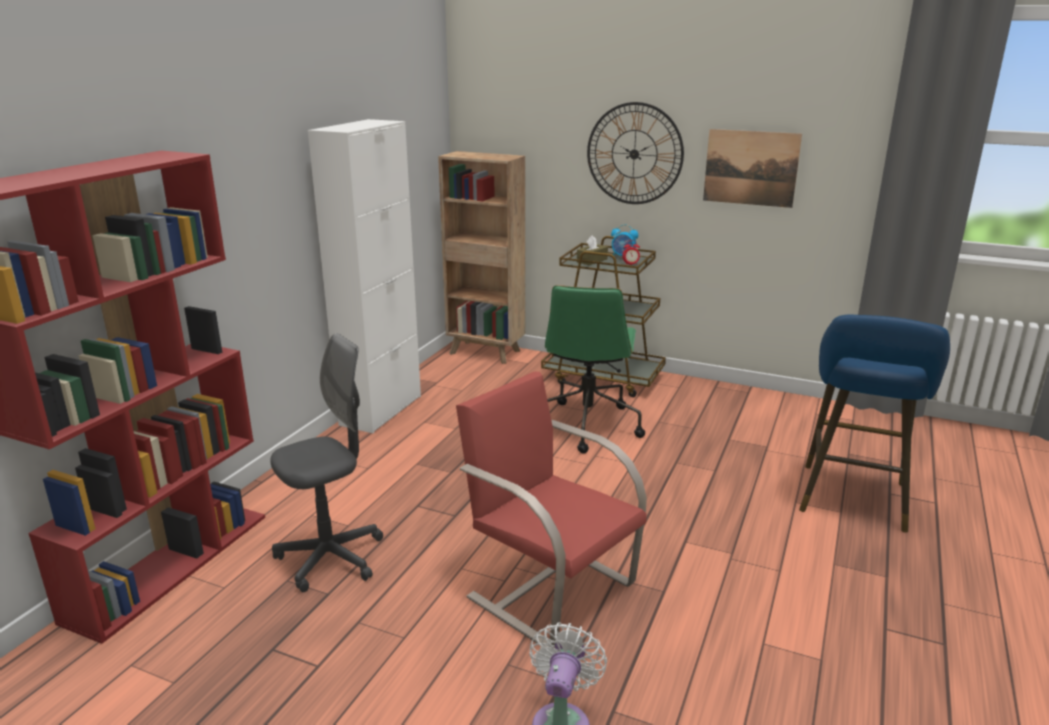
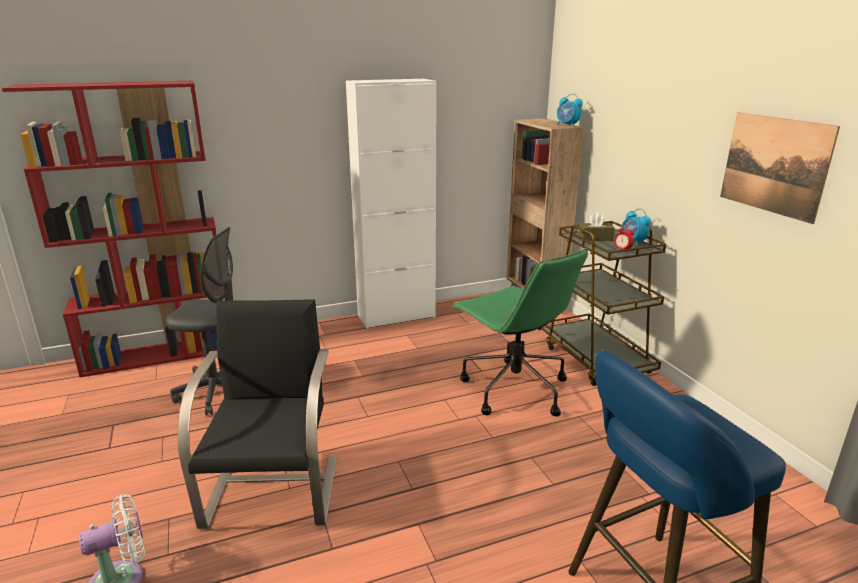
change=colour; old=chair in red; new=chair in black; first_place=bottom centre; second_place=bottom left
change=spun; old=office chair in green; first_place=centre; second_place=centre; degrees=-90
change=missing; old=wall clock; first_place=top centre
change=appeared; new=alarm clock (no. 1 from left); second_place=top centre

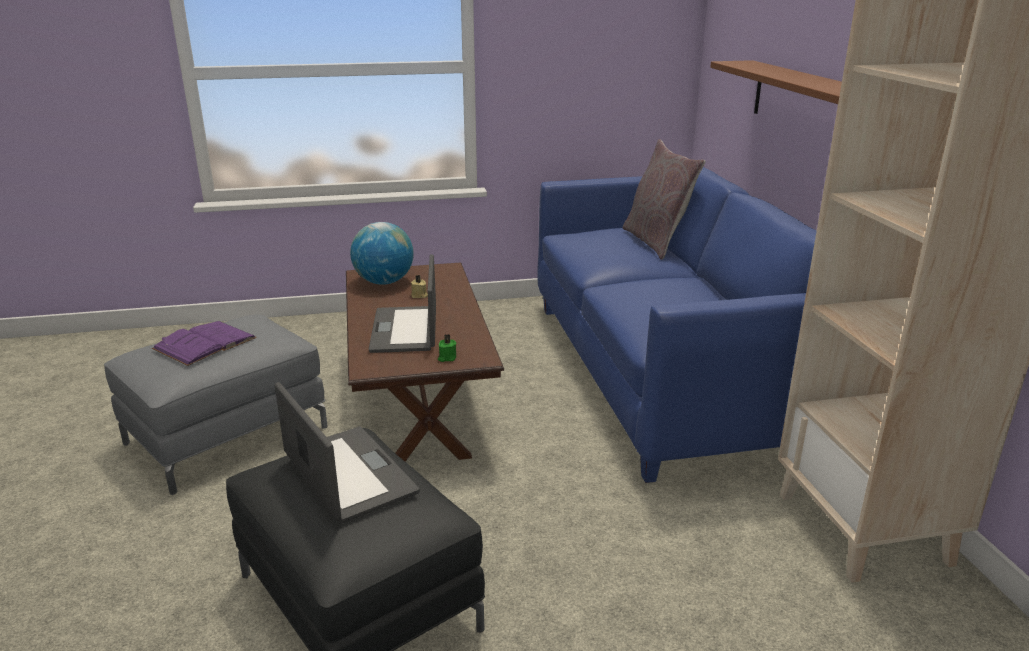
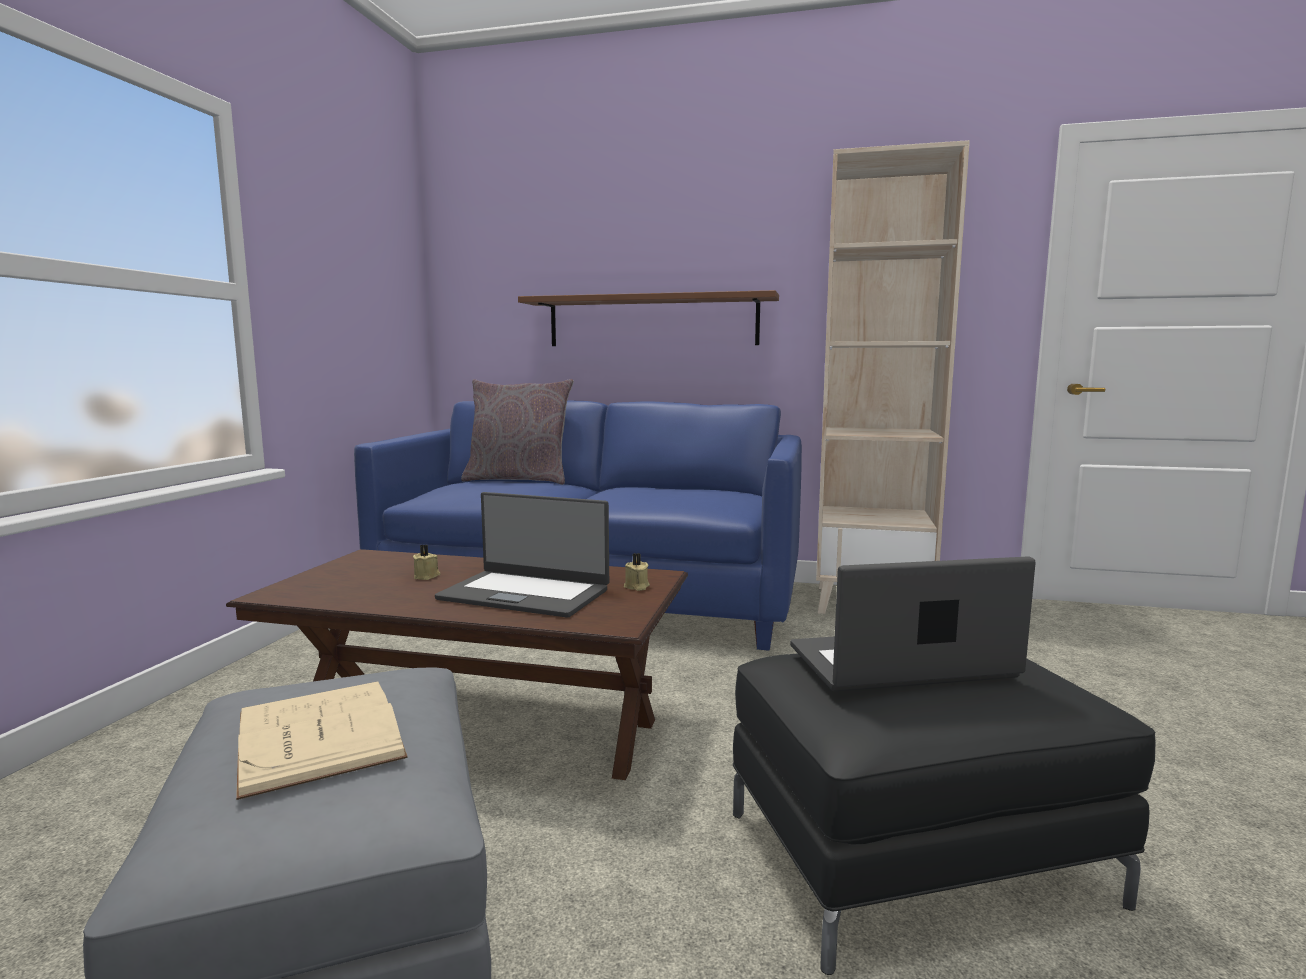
change=colour; old=book in purple; new=book in beige; first_place=middle left; second_place=bottom left
change=missing; old=globe; first_place=centre
change=colour; old=candle in green; new=candle in beige (no. 2 from left); first_place=centre; second_place=centre

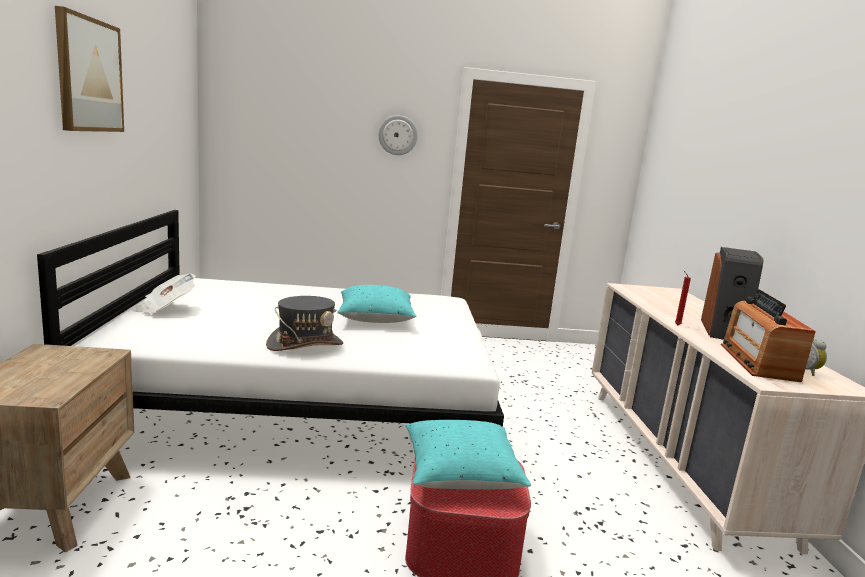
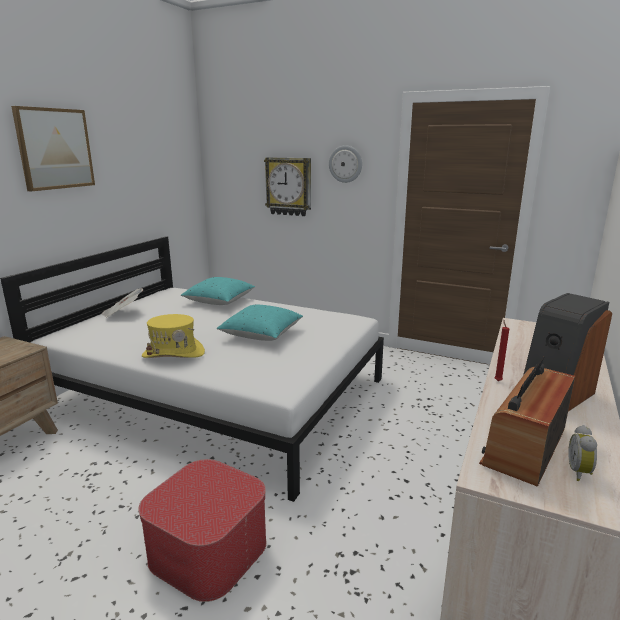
change=colour; old=hat in grey; new=hat in yellow; first_place=centre; second_place=middle left
change=relocated; old=pillow in turquoise (no. 2 from left in the first image); new=pillow in turquoise (no. 1 from left); first_place=bottom centre; second_place=centre
change=appeared; new=wall clock (no. 1 from left); second_place=top centre

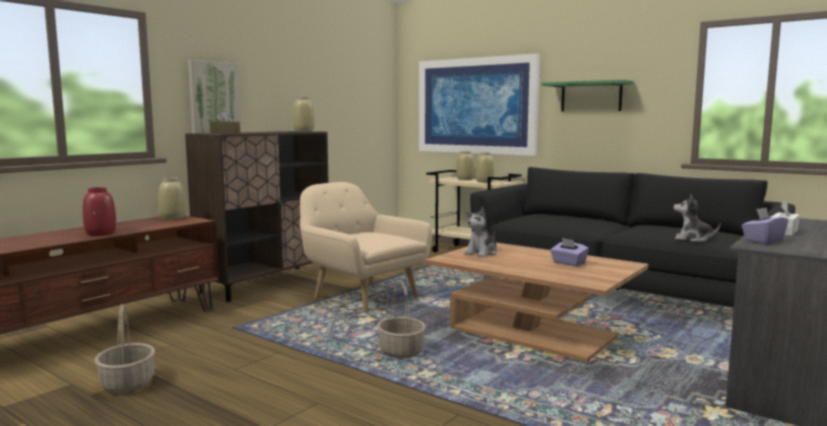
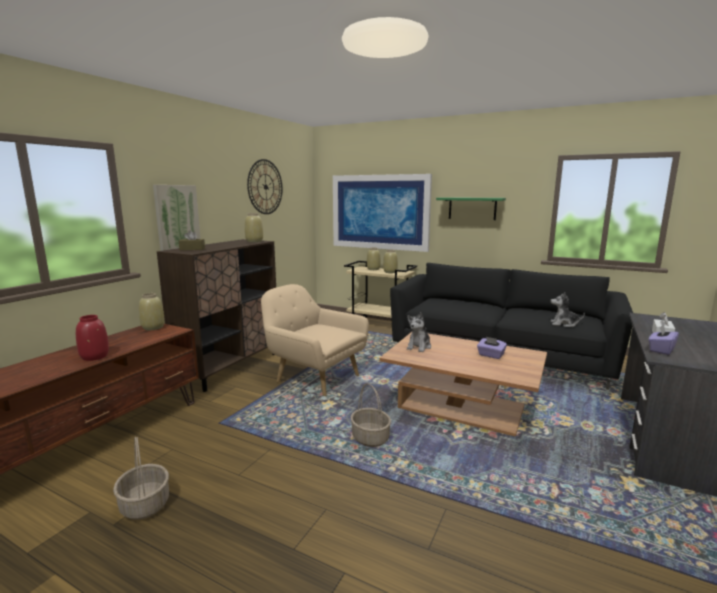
change=appeared; new=wall clock; second_place=top centre

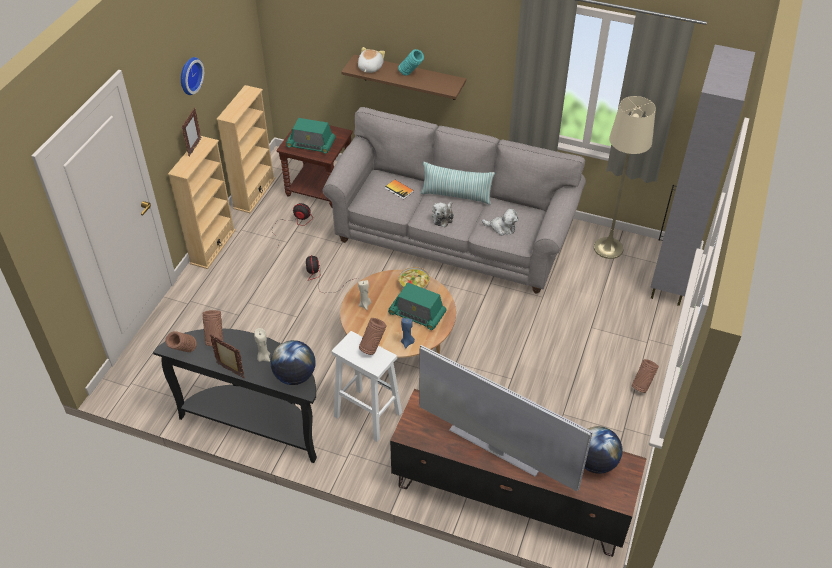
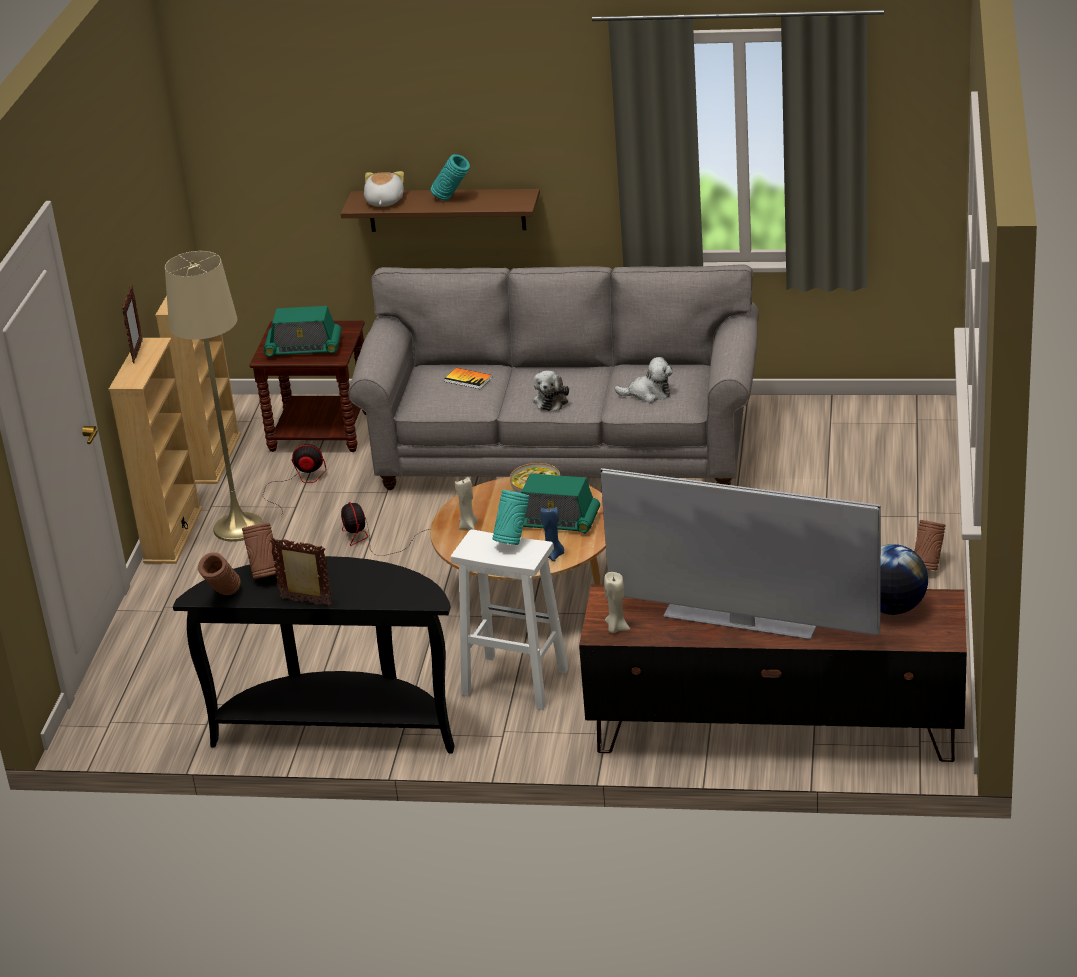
change=missing; old=wall clock; first_place=top left
change=relocated; old=candle in beige (no. 1 from left in the first image); new=candle in beige (no. 2 from left); first_place=middle left; second_place=centre
change=missing; old=globe (no. 1 from left); first_place=centre
change=colour; old=vase in brown (no. 3 from left); new=vase in turquoise (no. 2 from left); first_place=centre; second_place=centre
change=missing; old=pillow; first_place=top centre
change=relocated; old=floor lamp in beige; first_place=top right; second_place=middle left
change=missing; old=cabinet in grey; first_place=top right

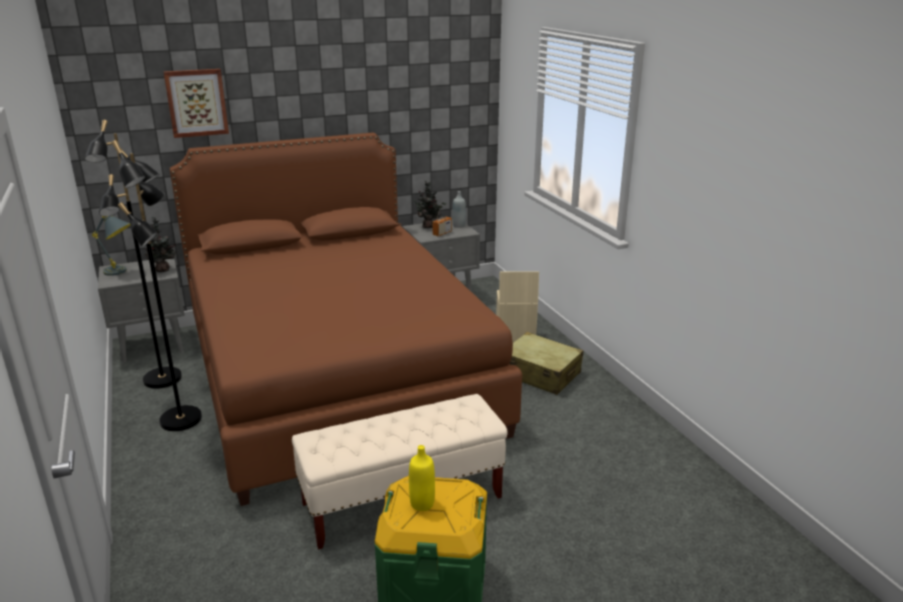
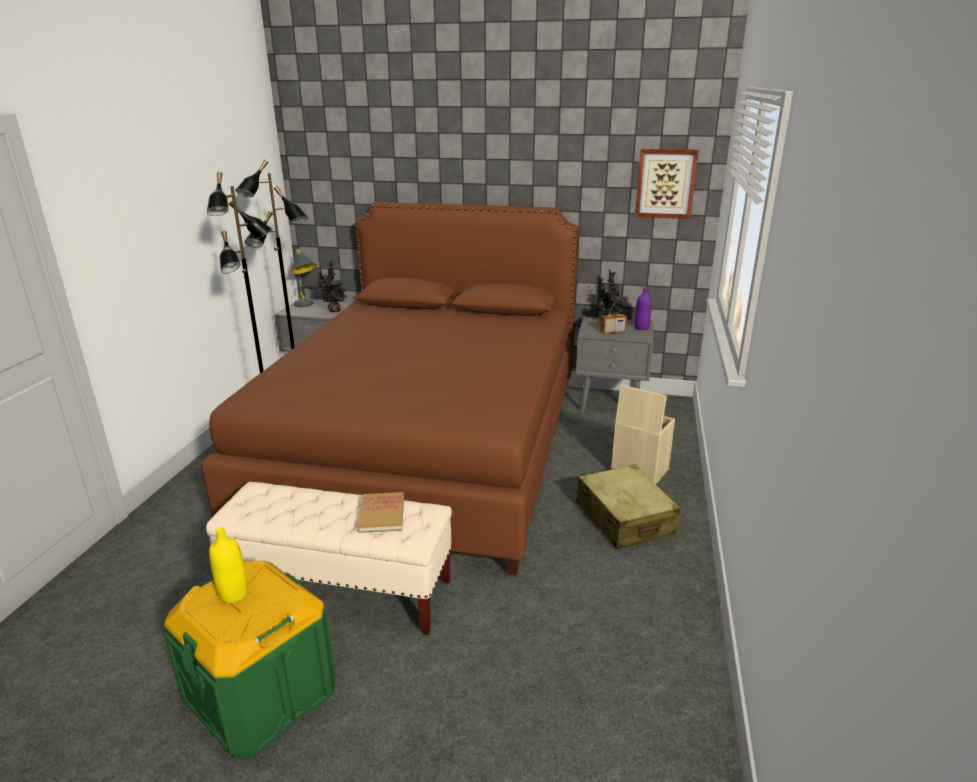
change=relocated; old=picture; first_place=top left; second_place=top right
change=colour; old=bottle in grey; new=bottle in purple; first_place=centre; second_place=centre
change=appeared; new=book; second_place=centre

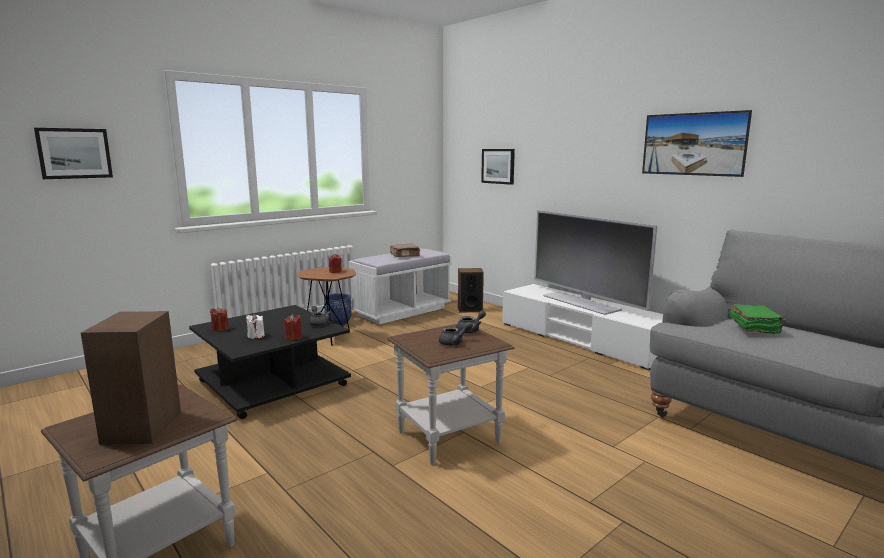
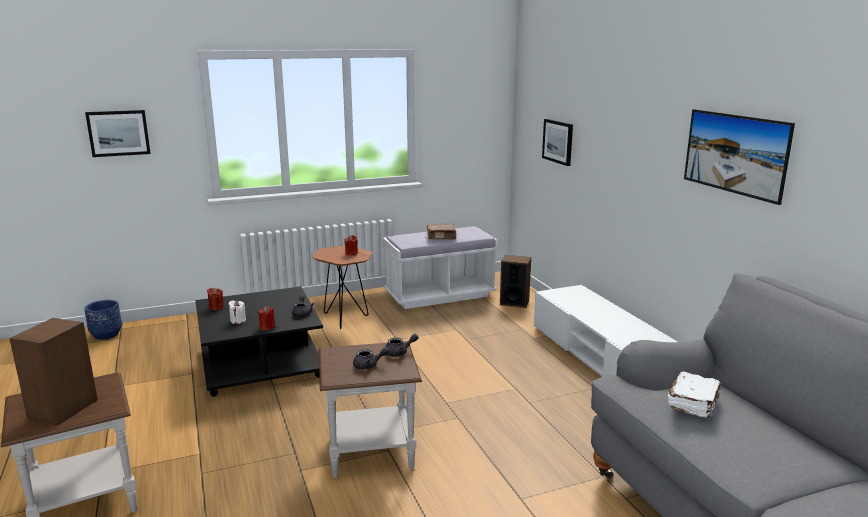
change=relocated; old=planter in blue; first_place=centre; second_place=middle left
change=missing; old=television; first_place=middle right
change=colour; old=book in green; new=book in white; first_place=middle right; second_place=bottom right

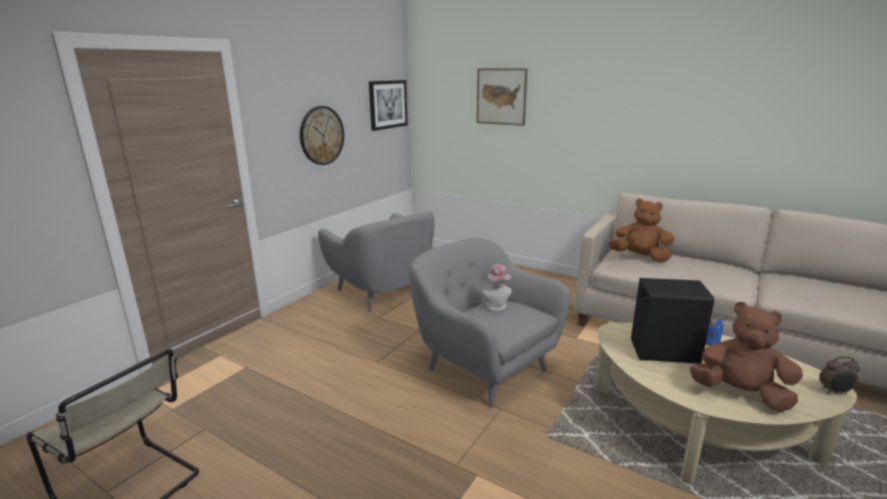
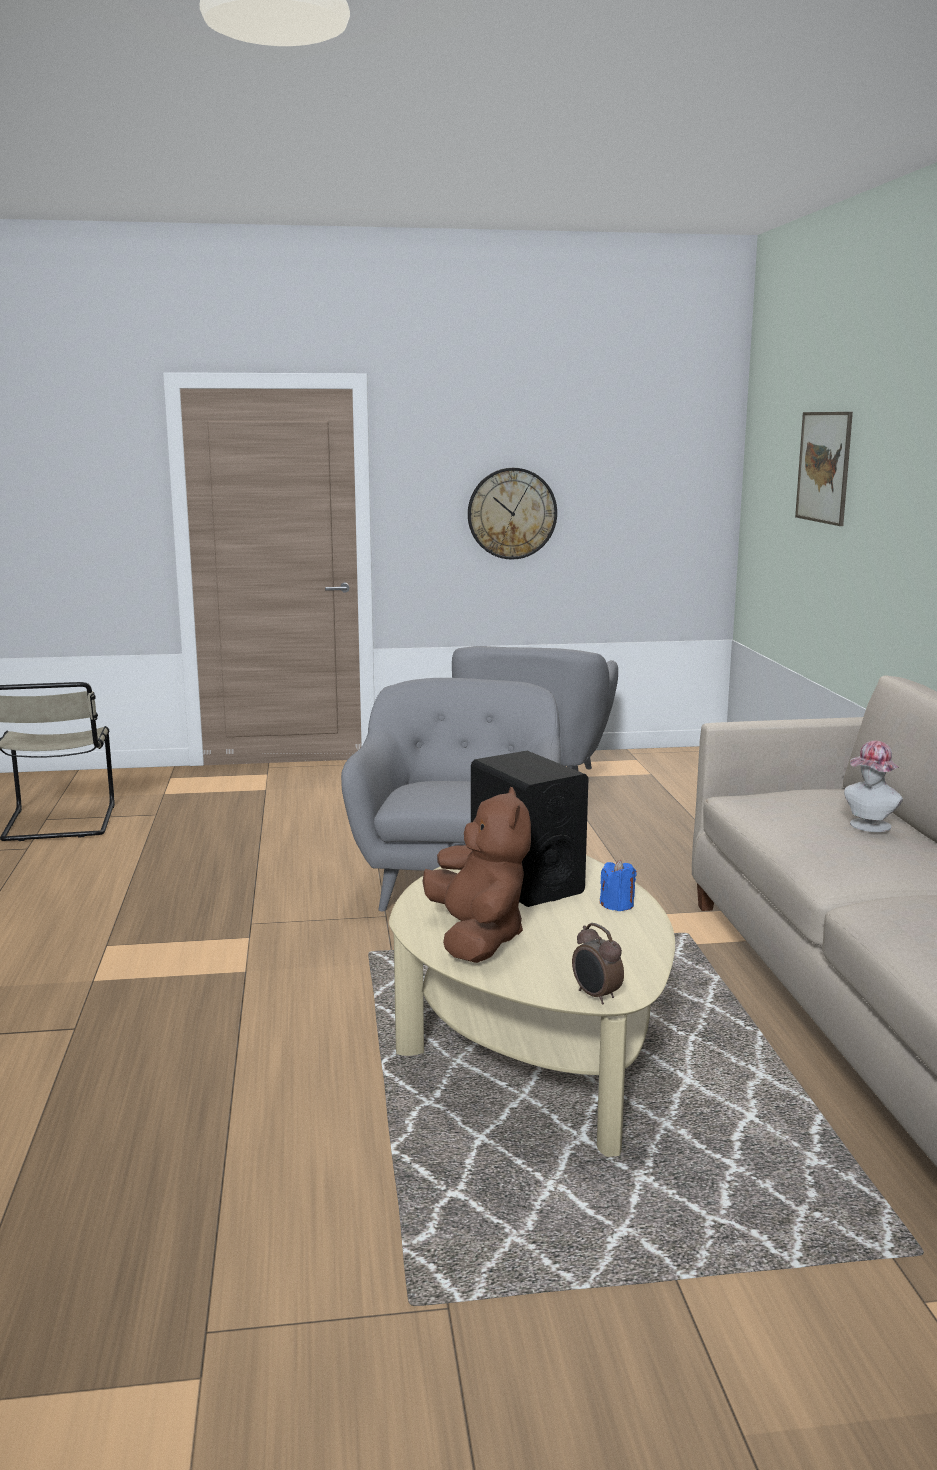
change=missing; old=picture (no. 1 from left); first_place=top centre
change=relocated; old=hat; first_place=centre; second_place=middle right
change=missing; old=plush toy in brown (no. 1 from left); first_place=middle right

